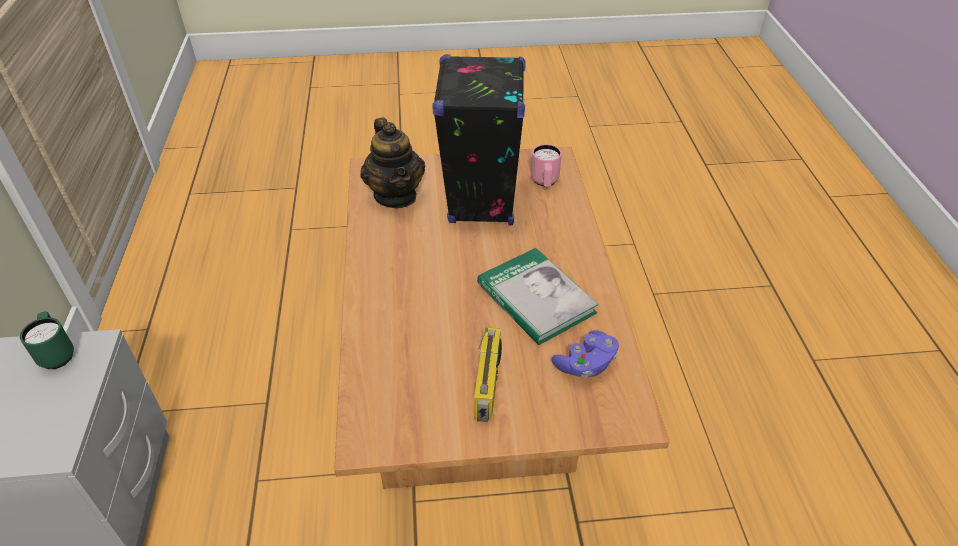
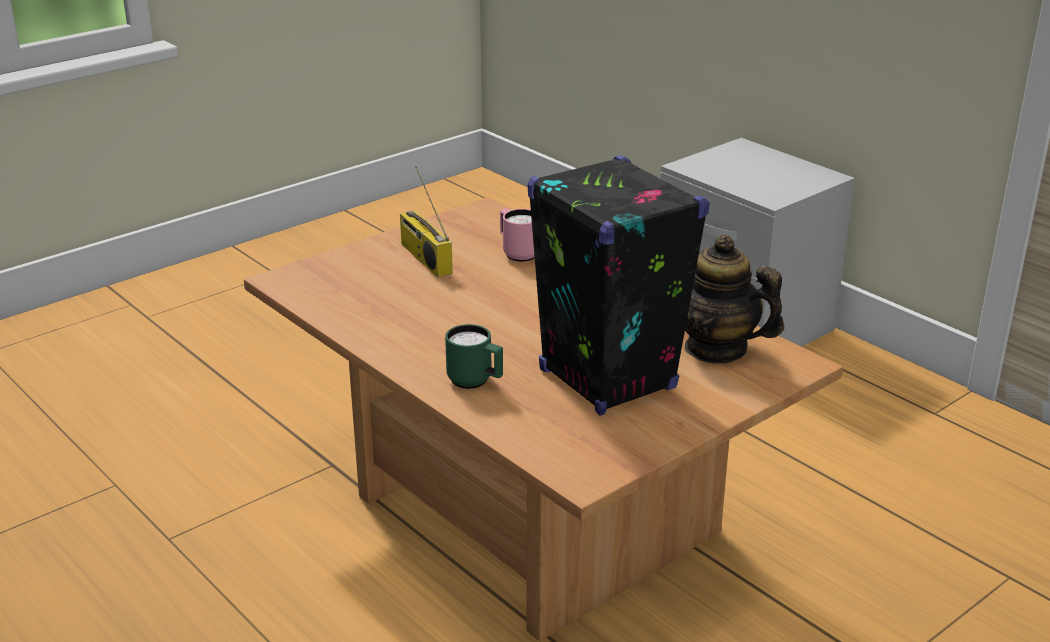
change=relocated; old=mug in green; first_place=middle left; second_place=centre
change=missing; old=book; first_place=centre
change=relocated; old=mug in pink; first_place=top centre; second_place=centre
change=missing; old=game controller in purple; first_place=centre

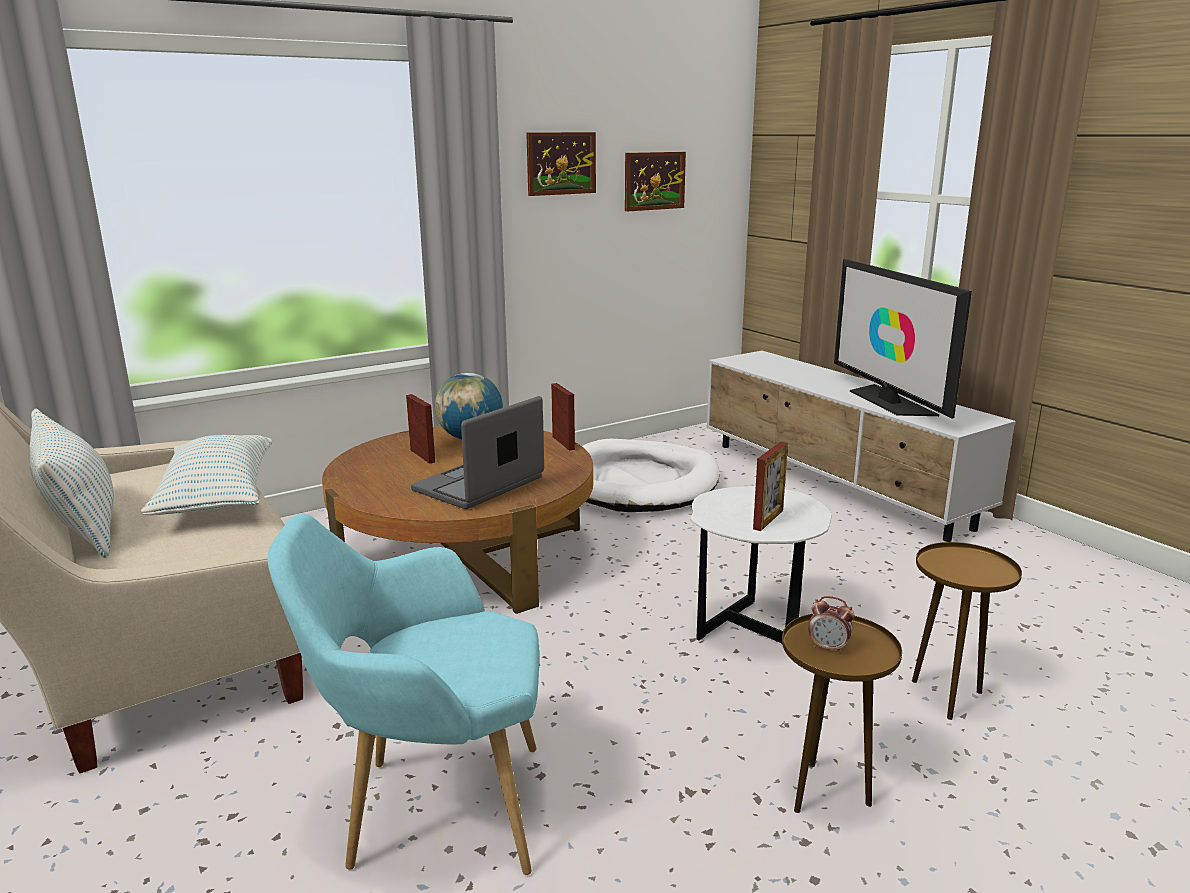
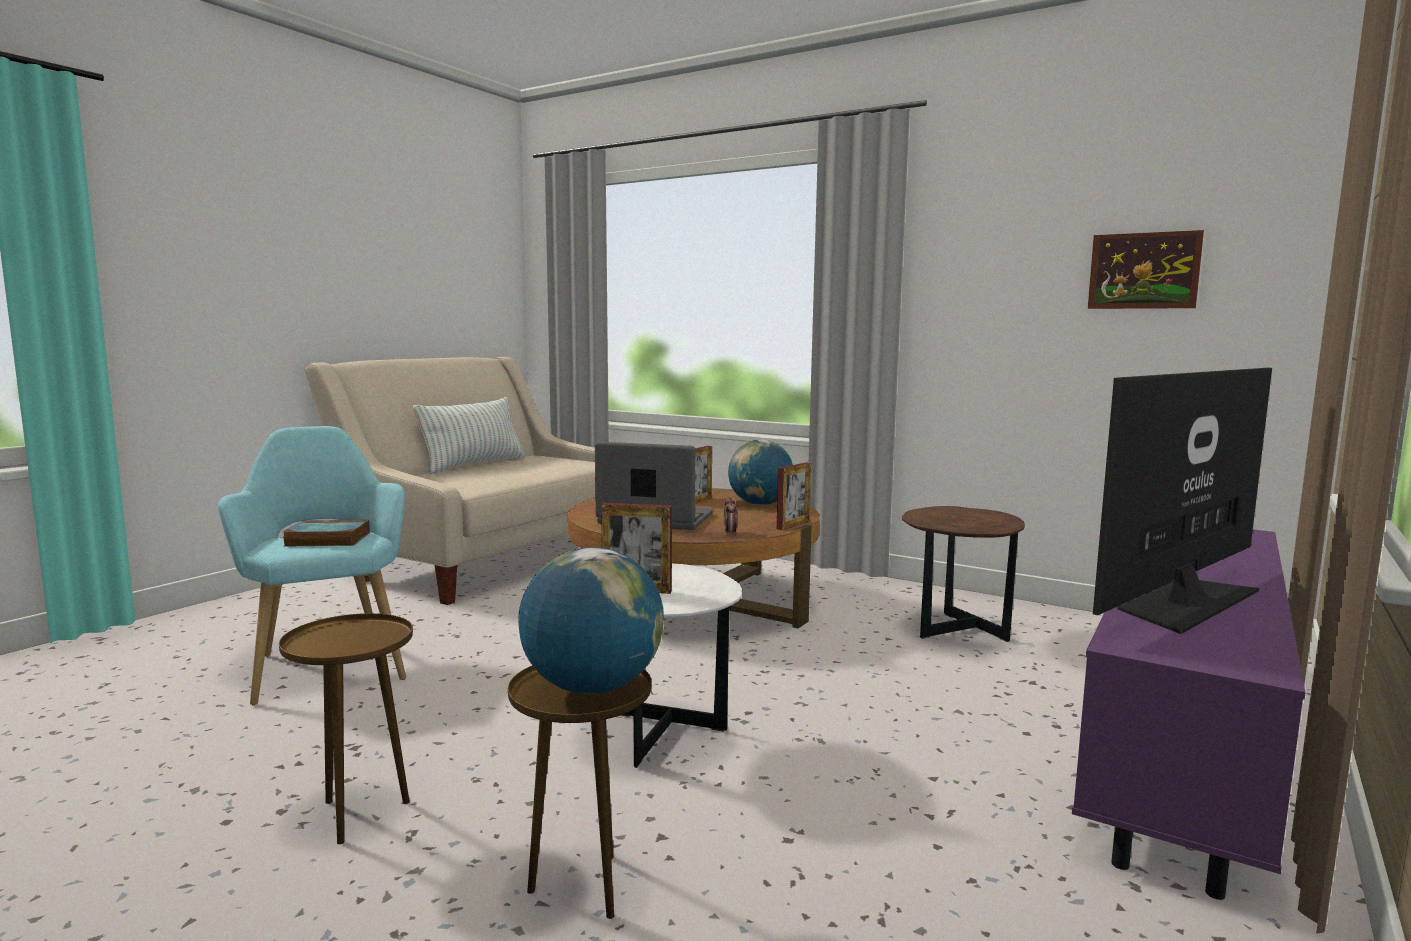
change=missing; old=pillow (no. 2 from left); first_place=middle left
change=missing; old=picture (no. 1 from left); first_place=top centre
change=exchanged; old=dog bed in white; new=side table in brown (no. 3 from left); first_place=centre; second_place=middle right
change=colour; old=tv stand in white; new=tv stand in purple; first_place=middle right; second_place=bottom right
change=relocated; old=alarm clock; first_place=bottom right; second_place=centre
change=appeared; new=book; second_place=middle left
change=appeared; new=globe (no. 1 from left); second_place=centre

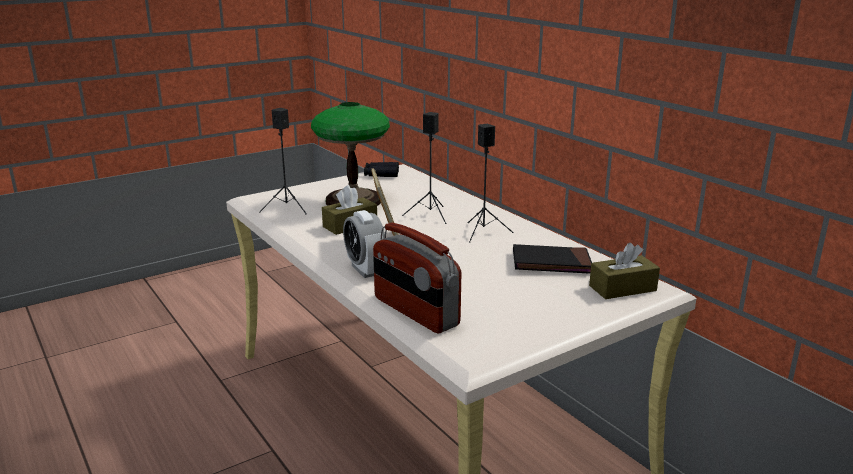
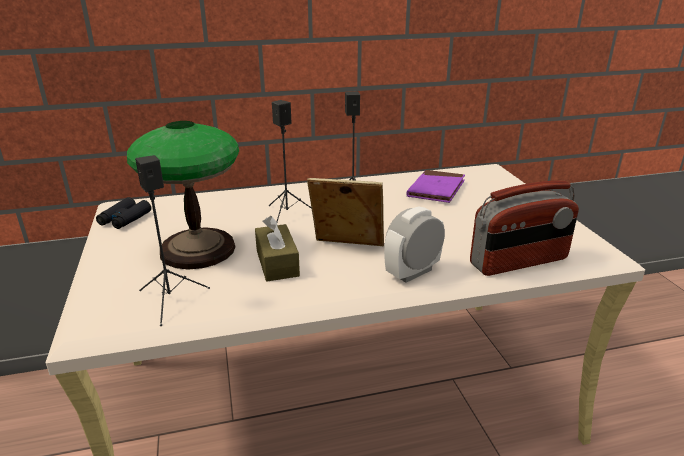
change=spun; old=alarm clock; first_place=centre; second_place=centre; degrees=150
change=colour; old=book in black; new=book in purple; first_place=centre; second_place=centre
change=missing; old=tissue box in brown (no. 2 from left); first_place=middle right

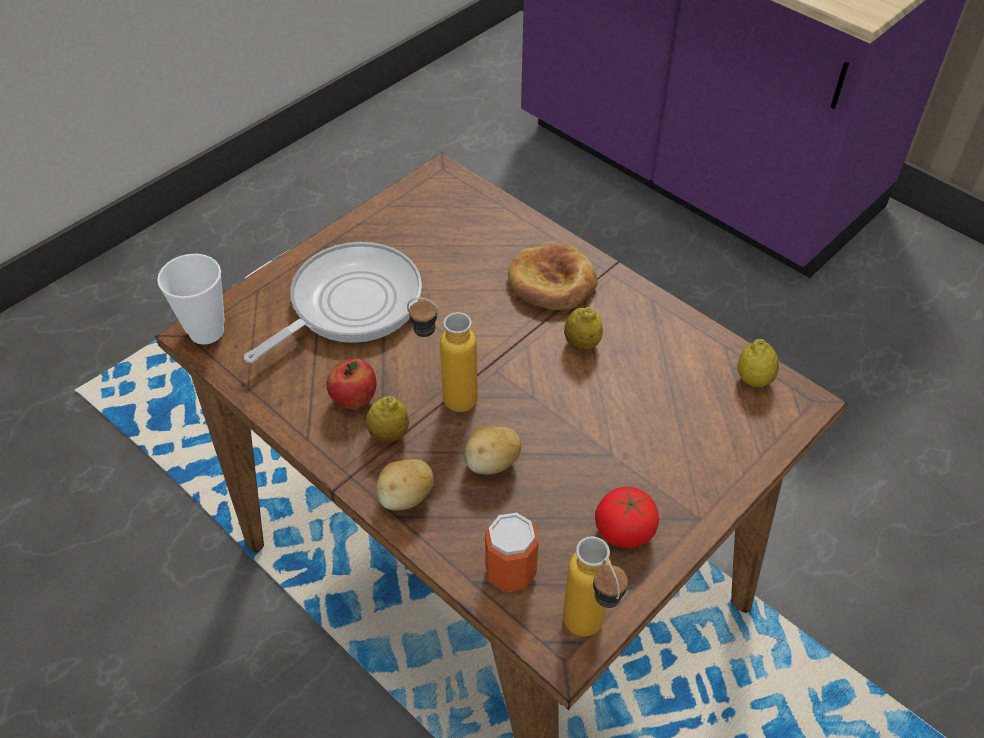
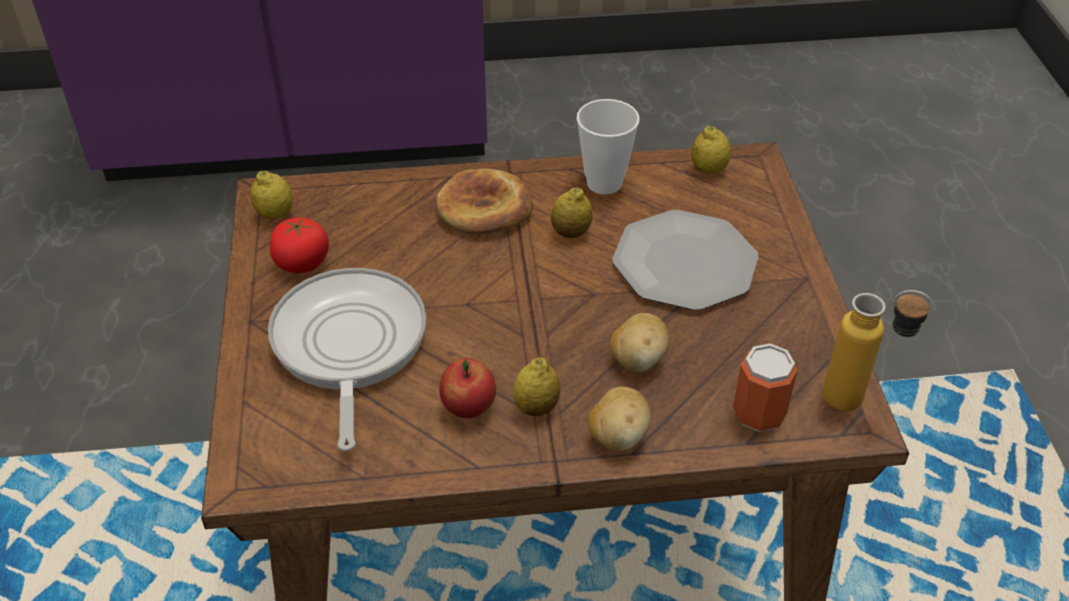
change=relocated; old=cup; first_place=middle left; second_place=top centre
change=missing; old=bottle (no. 1 from left); first_place=centre
change=relocated; old=tomato; first_place=bottom centre; second_place=middle left
change=appeared; new=lemon (no. 1 from left); second_place=top left
change=appeared; new=plate; second_place=centre

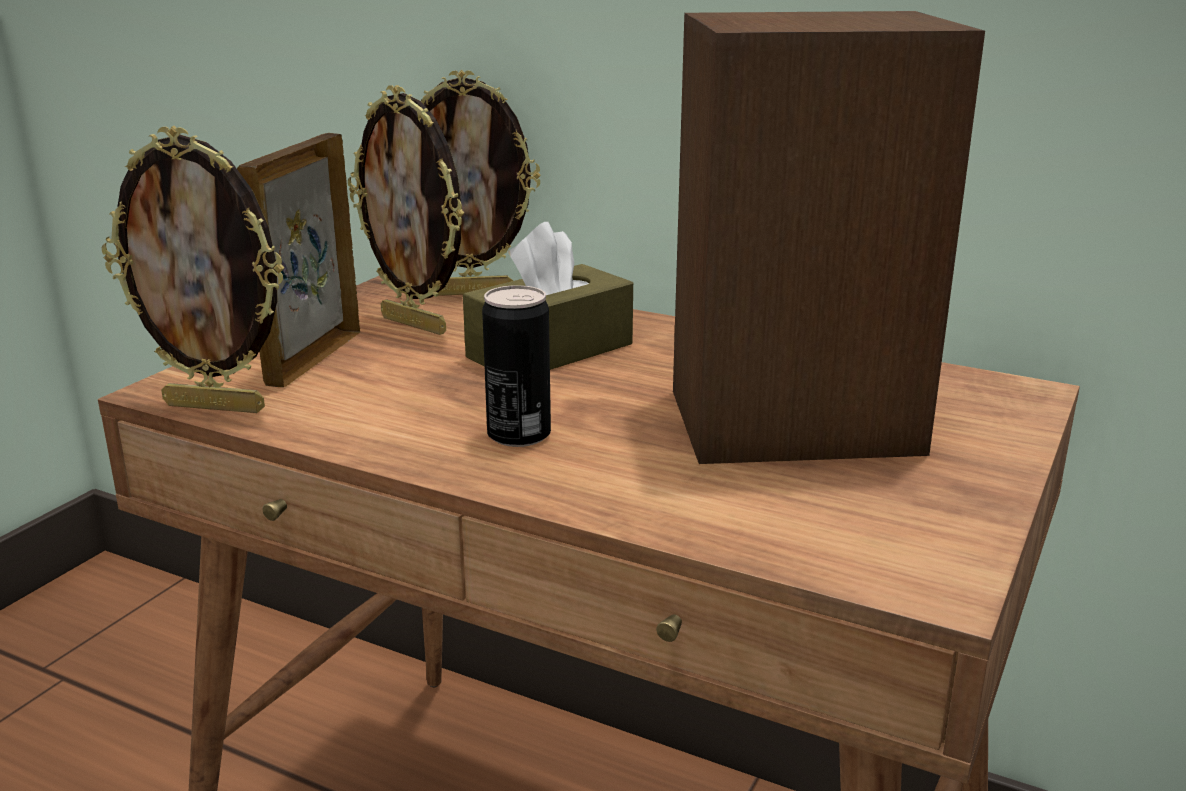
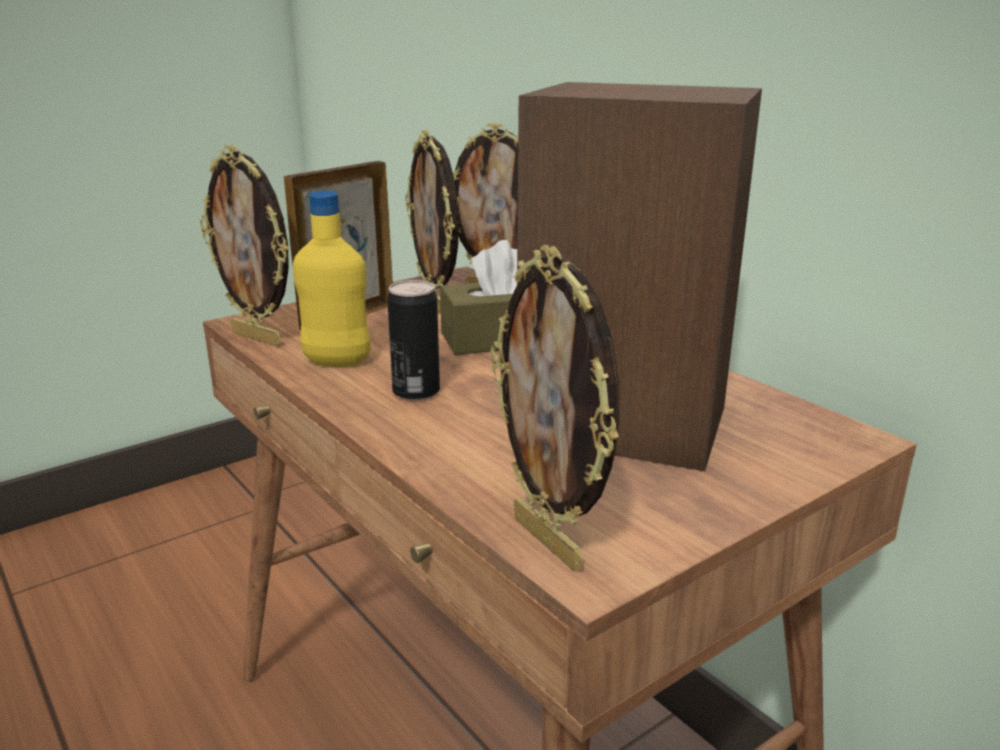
change=appeared; new=bottle in yellow; second_place=middle left
change=appeared; new=picture frame (no. 5 from left); second_place=centre

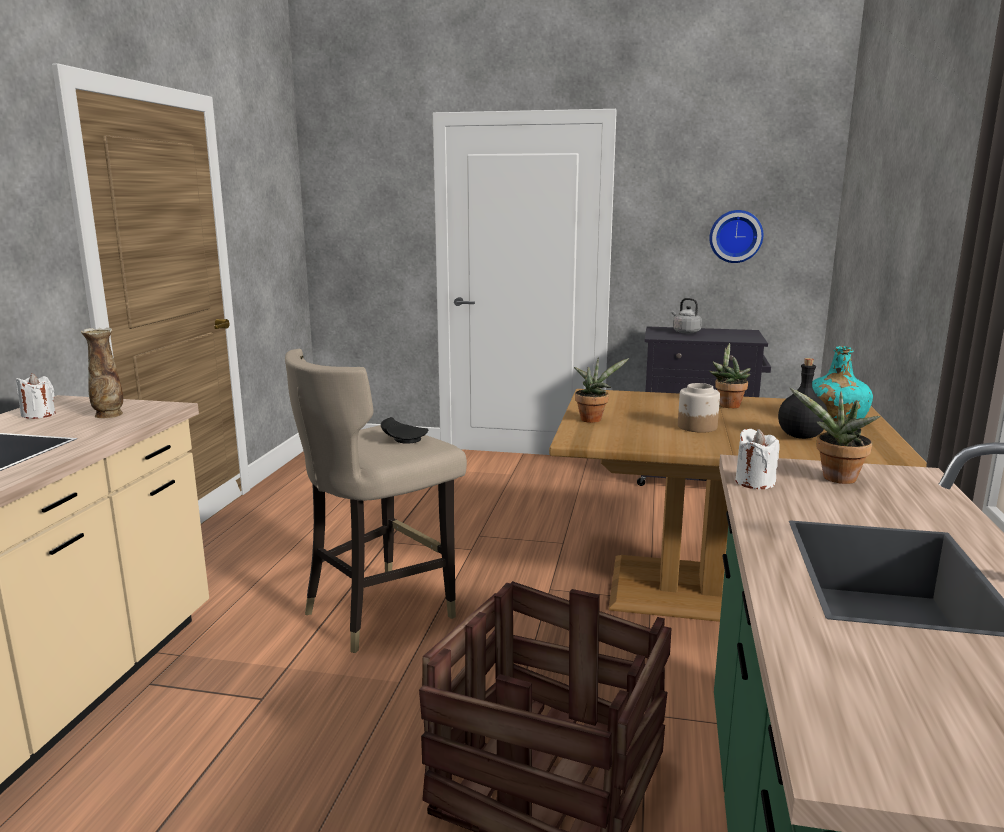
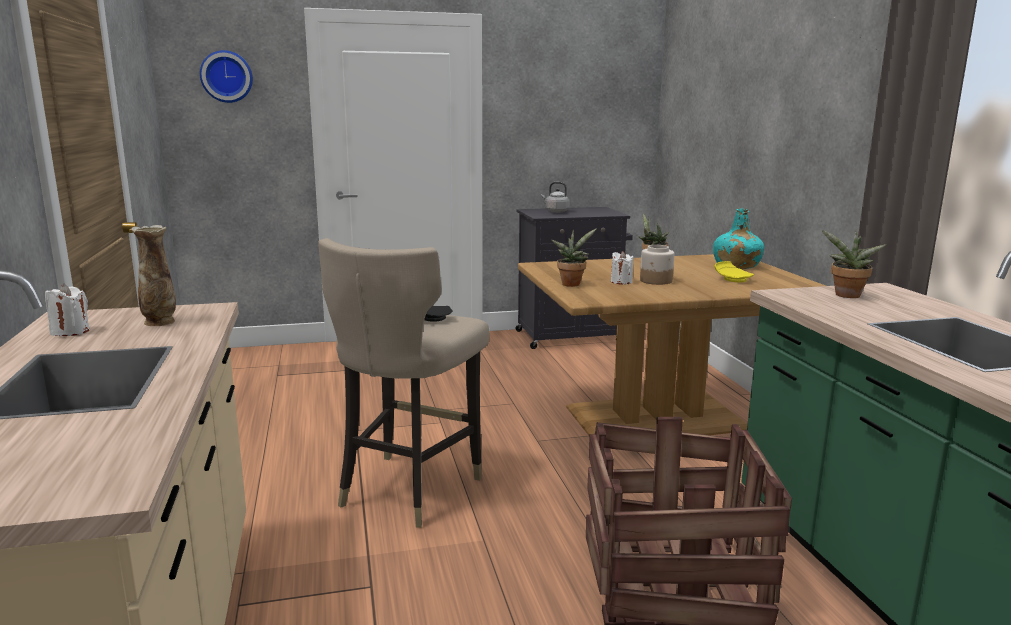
change=relocated; old=wall clock; first_place=top right; second_place=top left
change=relocated; old=candle in white (no. 2 from left); first_place=middle right; second_place=centre
change=exchanged; old=bottle in black; new=plate in yellow; first_place=middle right; second_place=middle right

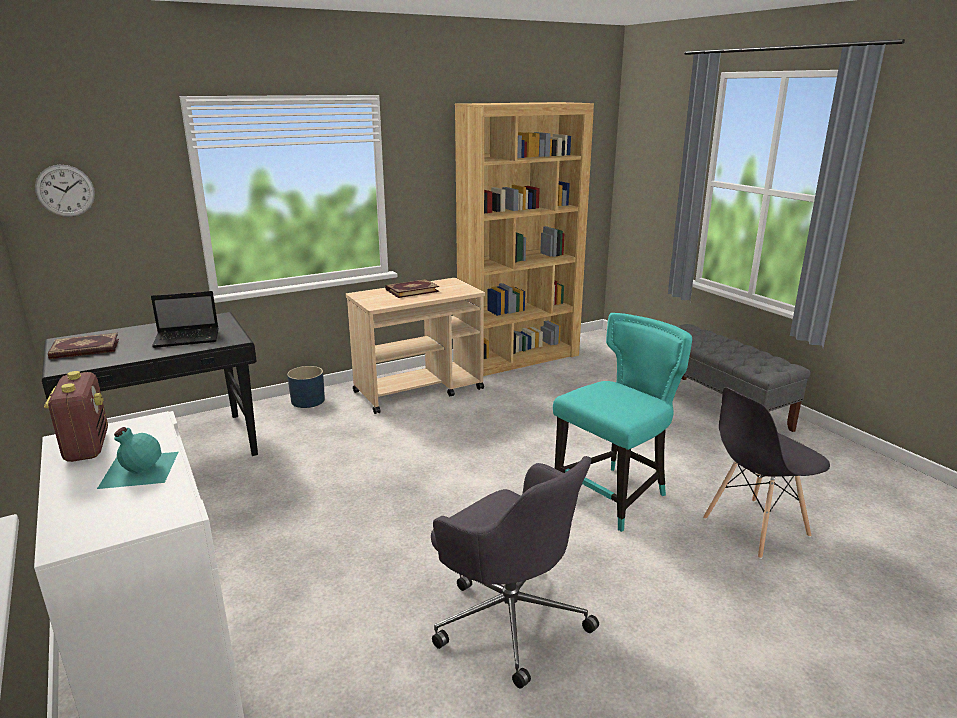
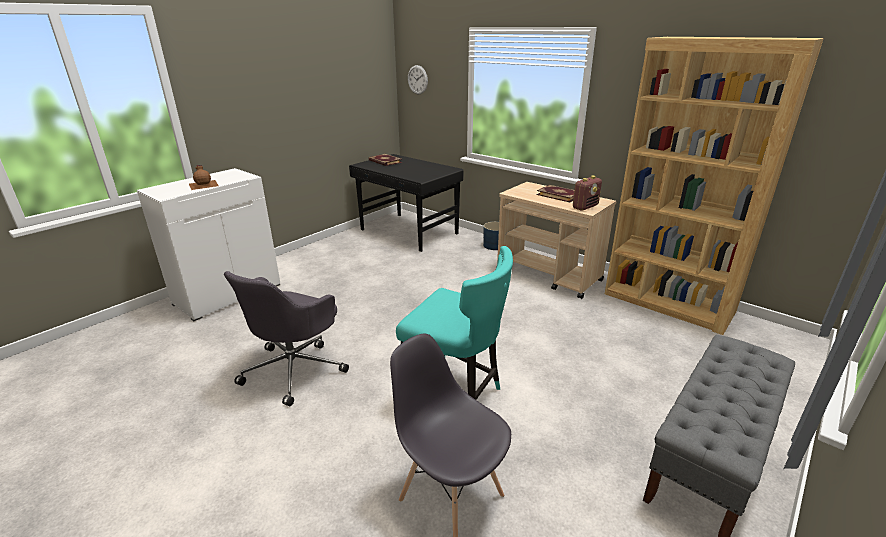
change=relocated; old=radio; first_place=middle left; second_place=centre
change=colour; old=bottle in turquoise; new=bottle in brown; first_place=middle left; second_place=top left
change=missing; old=laptop; first_place=middle left

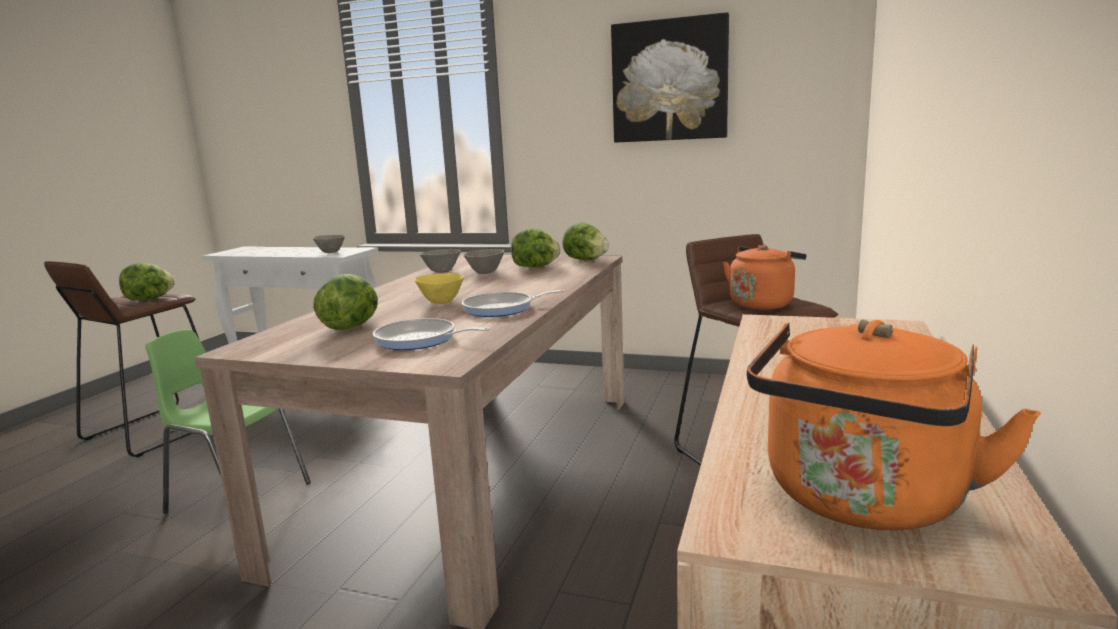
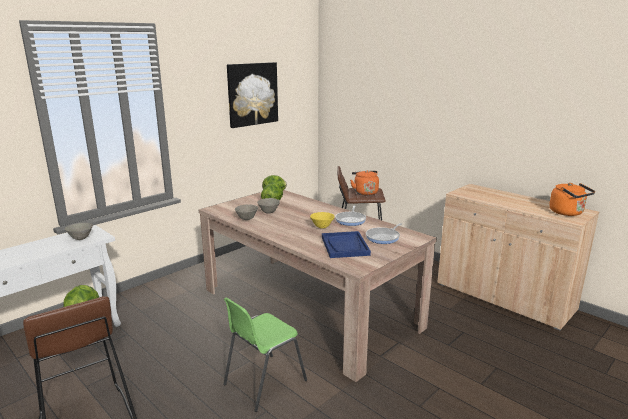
change=exchanged; old=lettuce (no. 2 from left); new=tray in blue; first_place=middle left; second_place=centre

